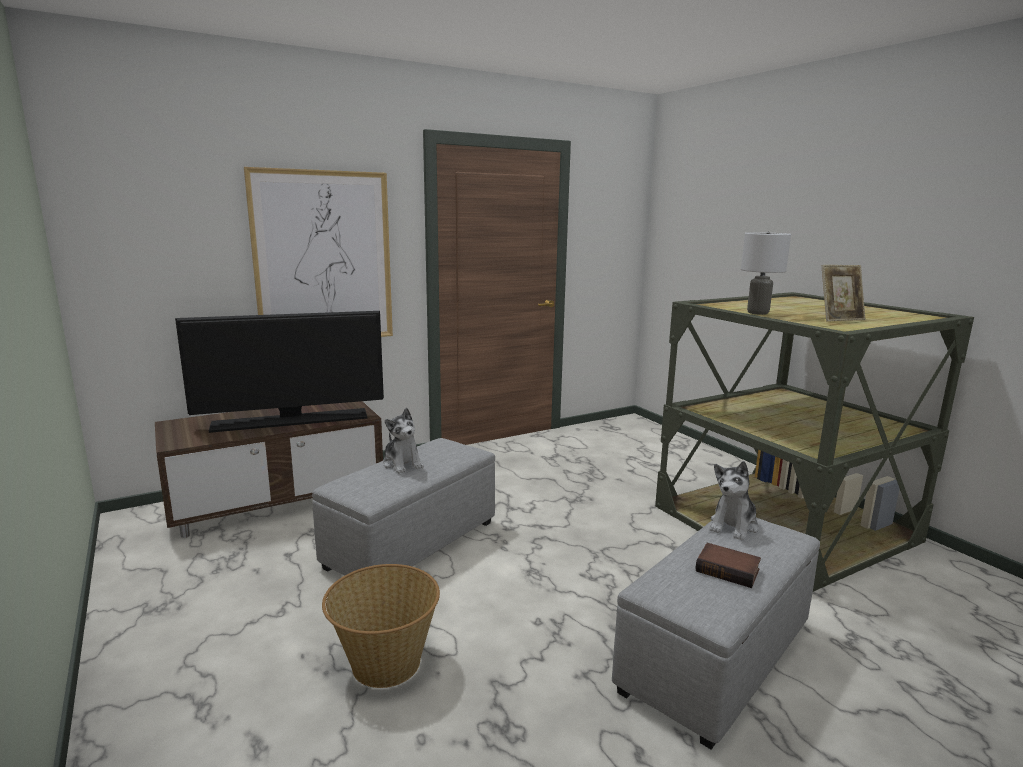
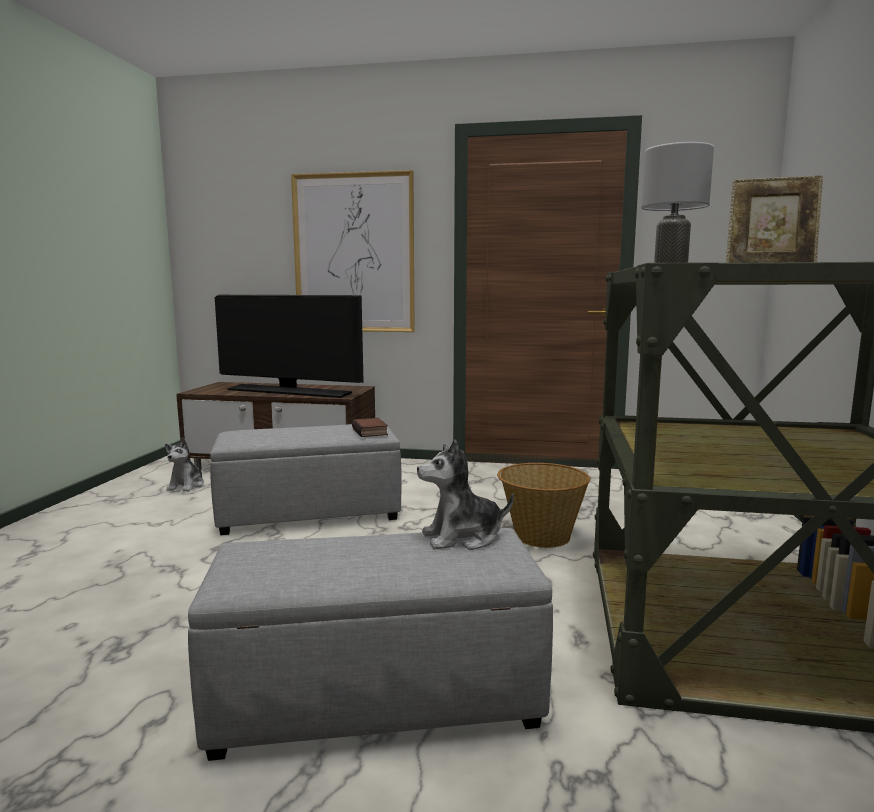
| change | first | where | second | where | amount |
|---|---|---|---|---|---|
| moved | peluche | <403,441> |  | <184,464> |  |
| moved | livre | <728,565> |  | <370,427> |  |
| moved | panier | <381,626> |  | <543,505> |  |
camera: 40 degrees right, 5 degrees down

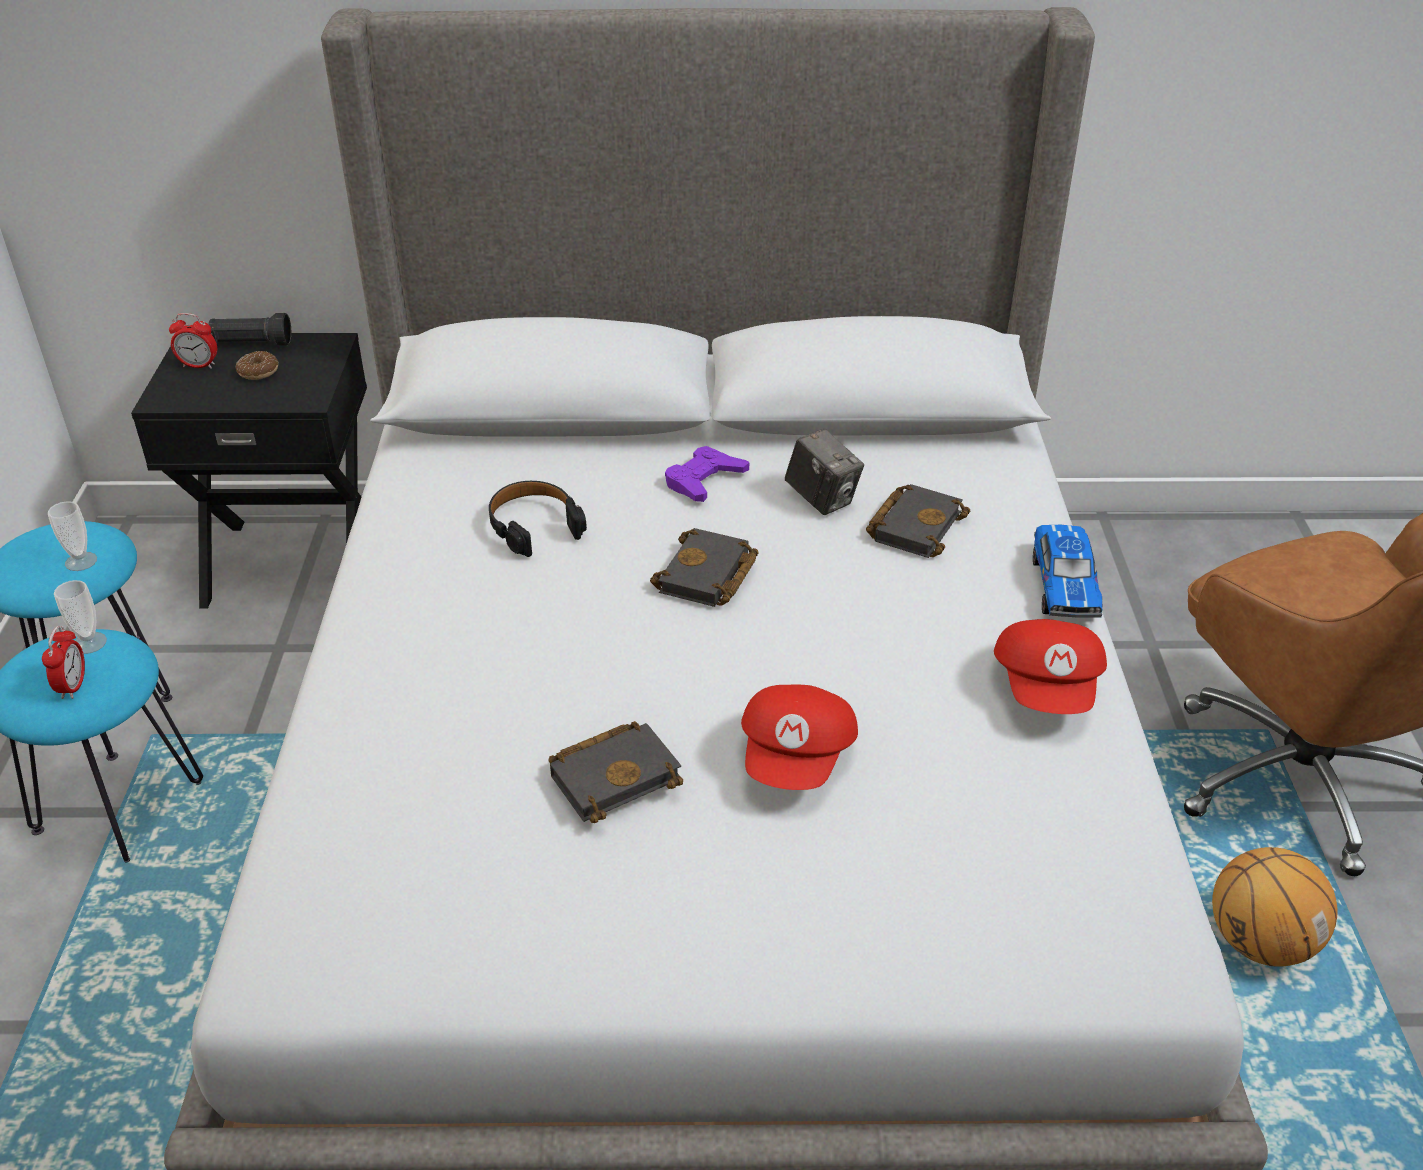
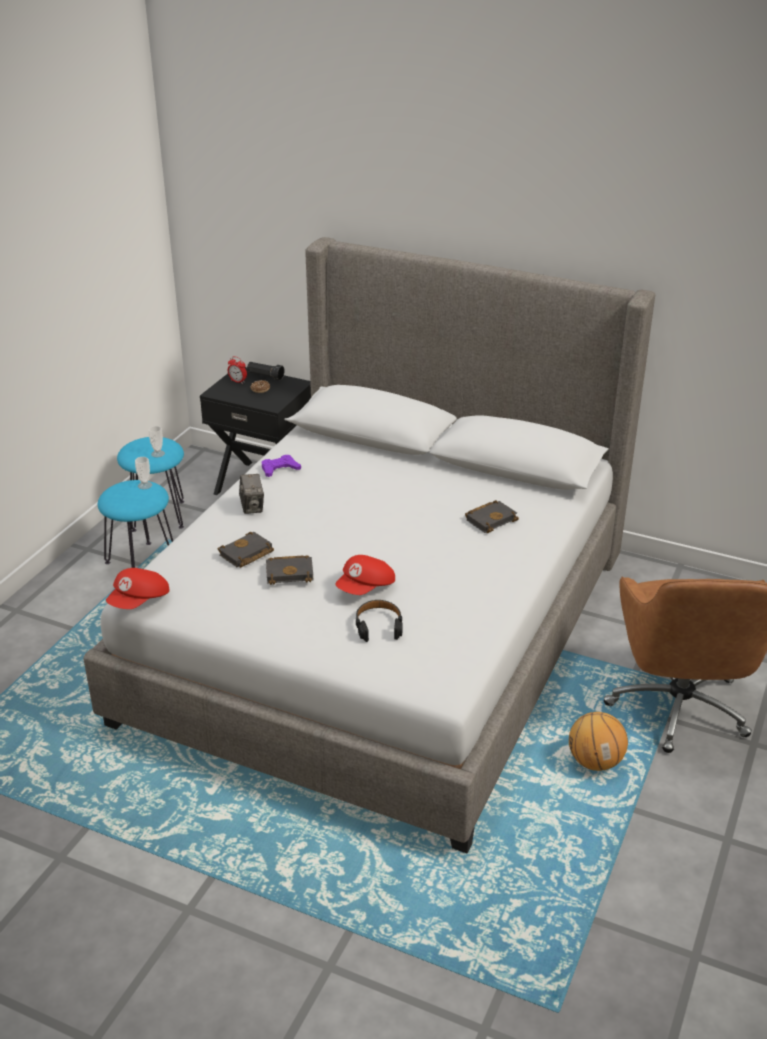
| change | first | where | second | where | amount |
|---|---|---|---|---|---|
| moved | casquette/rouge | <1050,666> |  | <138,588> |  |
| moved | livre/noir | <704,567> |  | <246,550> |  |
| moved | appareil photo | <824,472> |  | <251,494> |  |
| moved | manette/violet | <707,474> |  | <281,466> |  |
| moved | casque audio/noir | <538,519> |  | <379,621> |  |
| removed | réveil | <63,662> |  |  |  |
| removed | petite voiture | <1067,571> |  |  |  |
camera: 25 degrees right, 5 degrees down

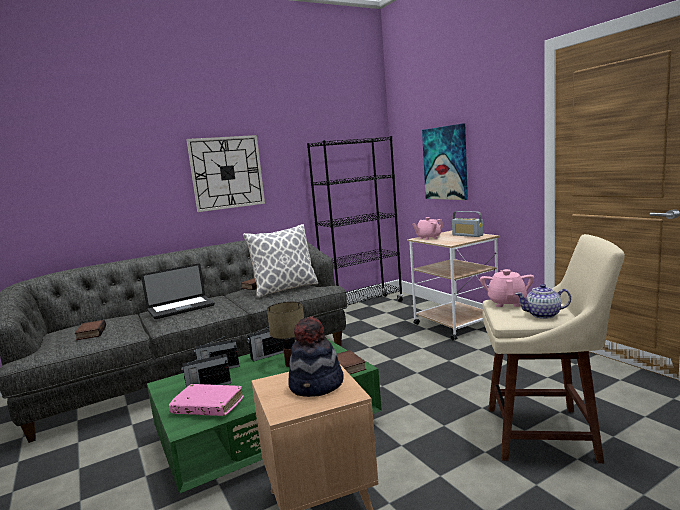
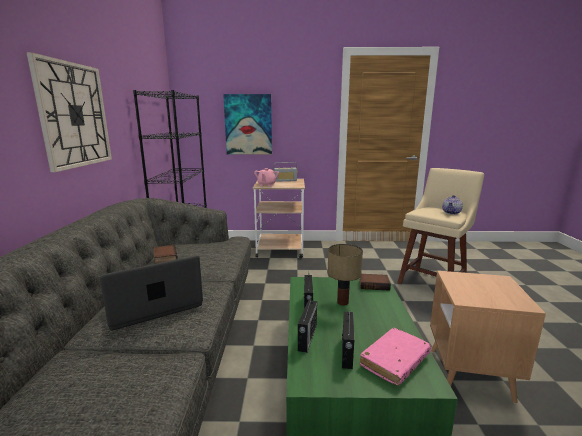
| change | first | where | second | where | amount |
|---|---|---|---|---|---|
| turned | ordinateur portable | <178,291> |  | <151,293> | 120 degrees counterclockwise |
| removed | livre | <90,330> |  |  |  |
| removed | coussin | <280,261> |  |  |  |
| removed | chapeau | <316,356> |  |  |  |
| removed | théière/rose | <507,288> |  |  |  |
camera: 60 degrees left, 5 degrees up

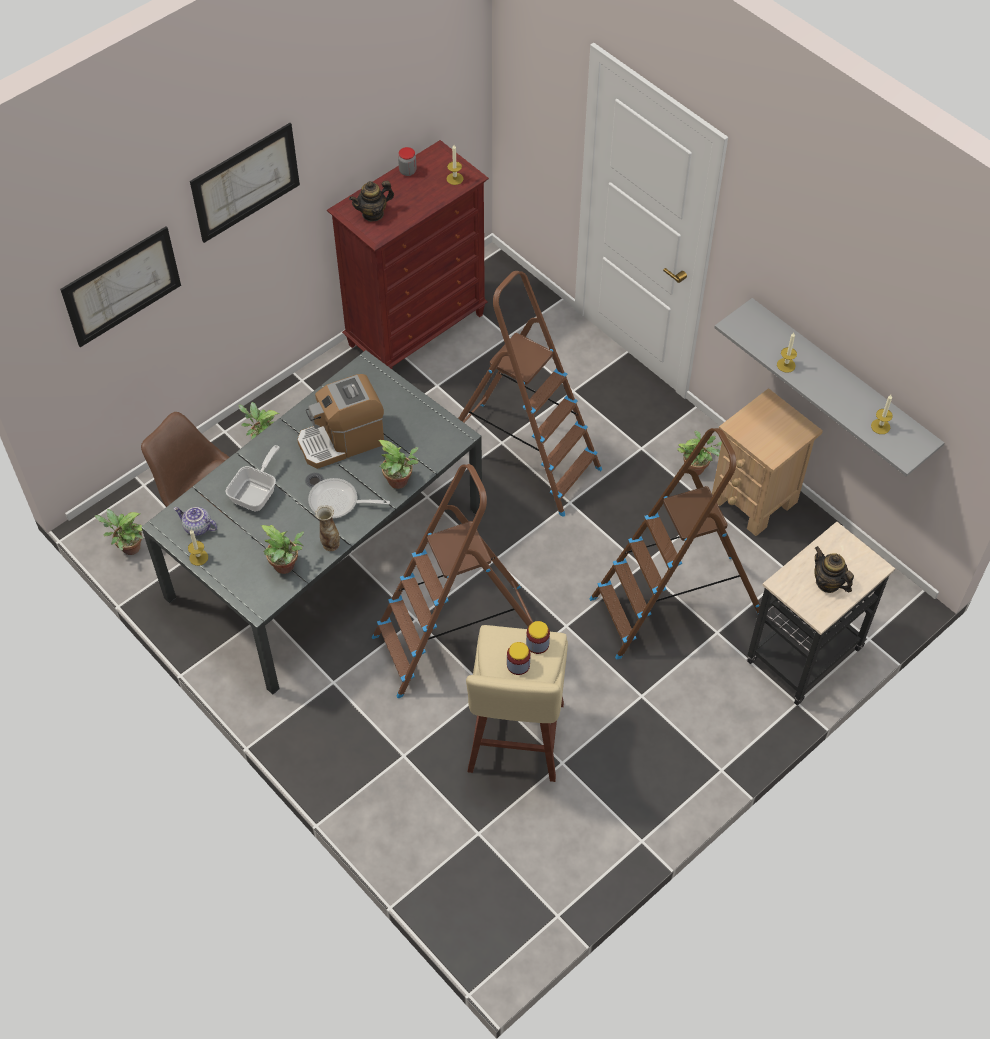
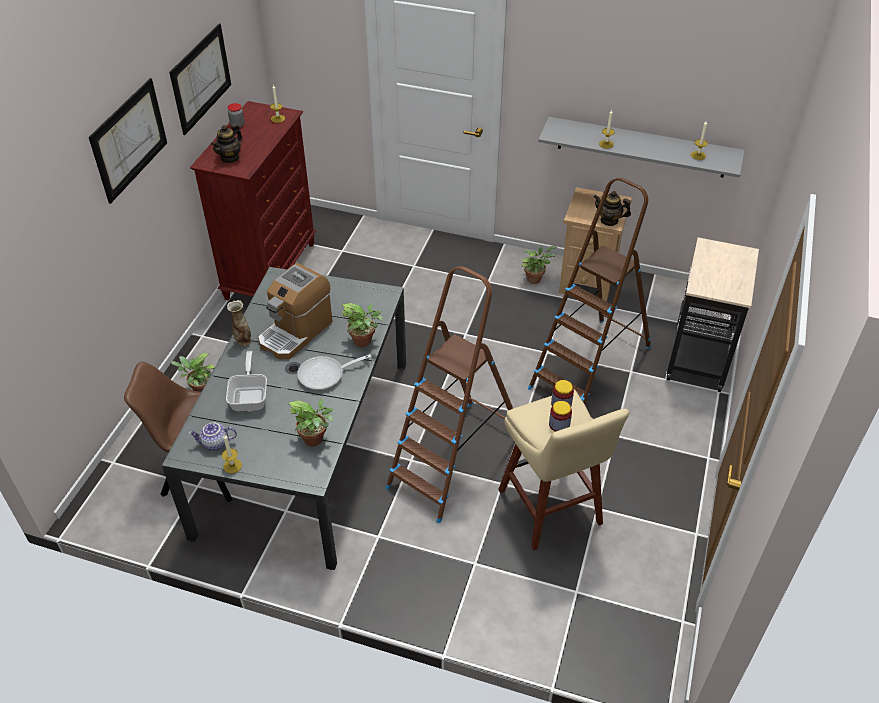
| change | first | where | second | where | amount |
|---|---|---|---|---|---|
| moved | tableau | <120,286> |  | <200,79> |  |
| moved | vase | <327,528> |  | <239,323> |  |
| moved | théière | <834,569> |  | <612,208> |  |
| removed | plante en pot | <119,532> |  |  |  |
| removed | escabeau/marron | <530,394> |  |  |  |
camera: 30 degrees left, 10 degrees down

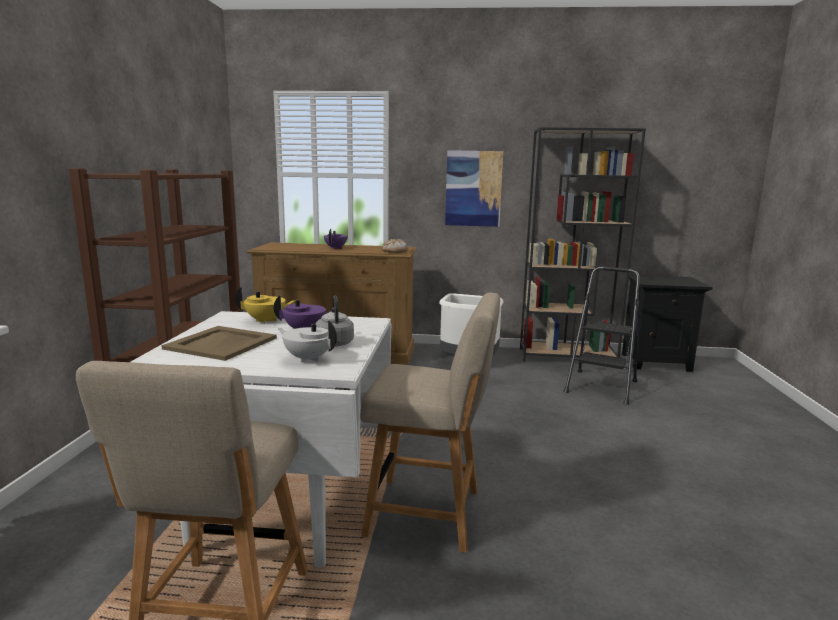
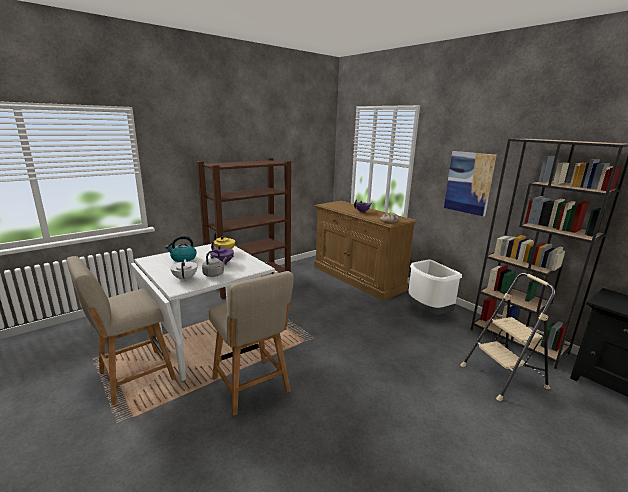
| change | first | where | second | where | amount |
|---|---|---|---|---|---|
| replaced | plateau/beige | <219,343> | bouilloire | <181,249> |  |
| recoloured | escabeau/noir | <601,336> | escabeau/beige | <507,337> |  |
camera: 45 degrees right, 5 degrees up

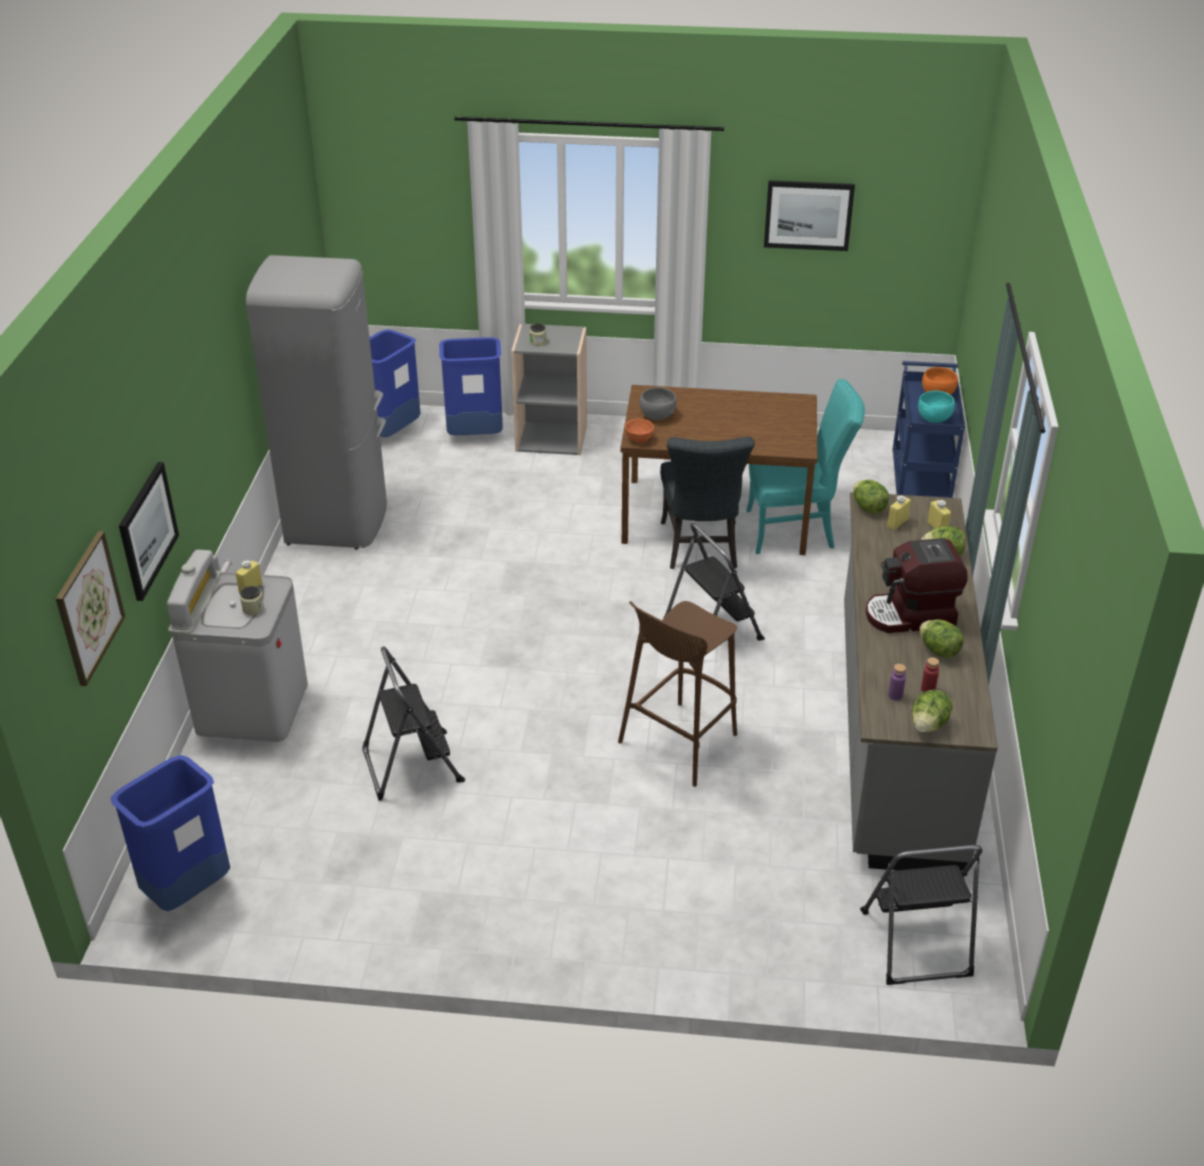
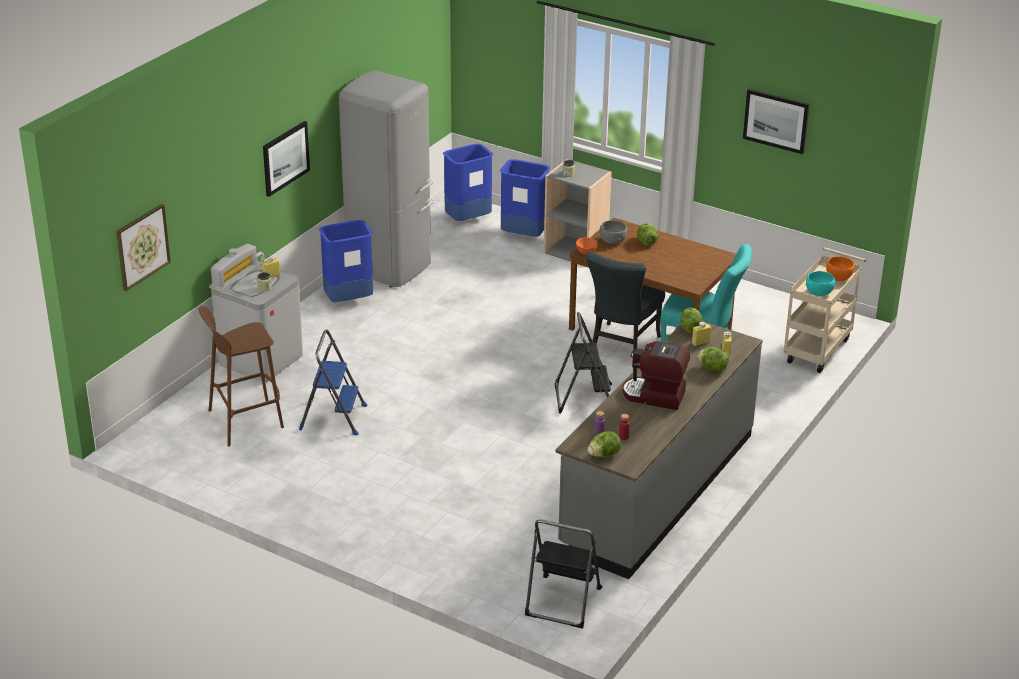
| change | first | where | second | where | amount |
|---|---|---|---|---|---|
| moved | tabouret/marron | <677,694> |  | <241,376> |  |
| moved | tableau | <149,531> |  | <286,159> |  |
| recoloured | escabeau/noir | <413,723> | escabeau/bleu | <333,382> |  |
| moved | poubelle/bleu | <170,833> |  | <346,261> |  |
| moved | laitue | <941,639> |  | <648,234> |  |
| recoloured | chariot/bleu | <928,429> | chariot/beige | <824,310> |  |
camera: 25 degrees right, 5 degrees down

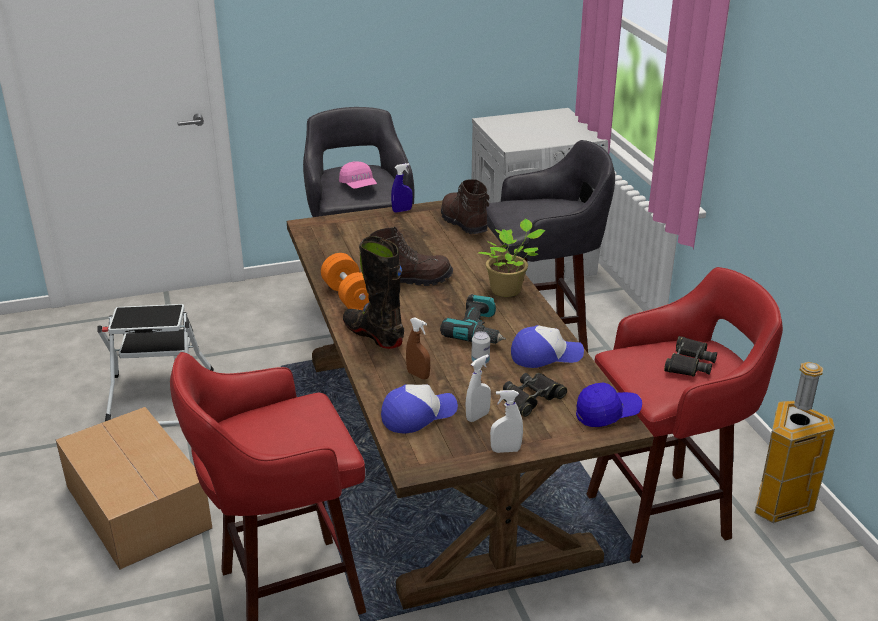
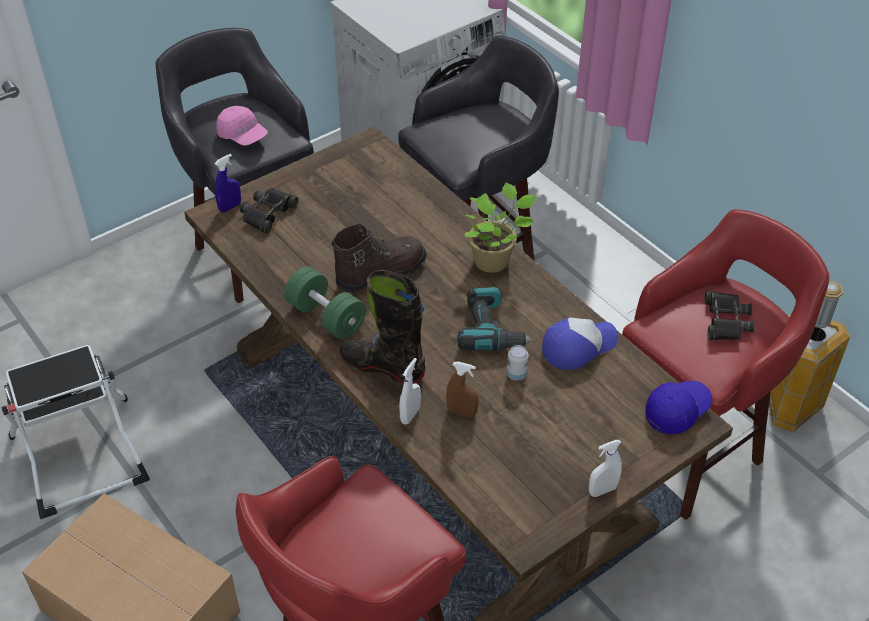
| change | first | where | second | where | amount |
|---|---|---|---|---|---|
| moved | vaporisateur/bleu | <402,188> |  | <227,183> |  |
| moved | jumelles/noir | <535,395> |  | <269,211> |  |
| recoloured | haltère/orange | <345,281> | haltère/vert | <325,302> |  |
| moved | vaporisateur/blanc | <478,388> |  | <410,391> |  |
| removed | casquette | <419,409> |  |  |  |
| removed | botte/marron | <465,206> |  |  |  |
camera: 20 degrees left, 15 degrees up

